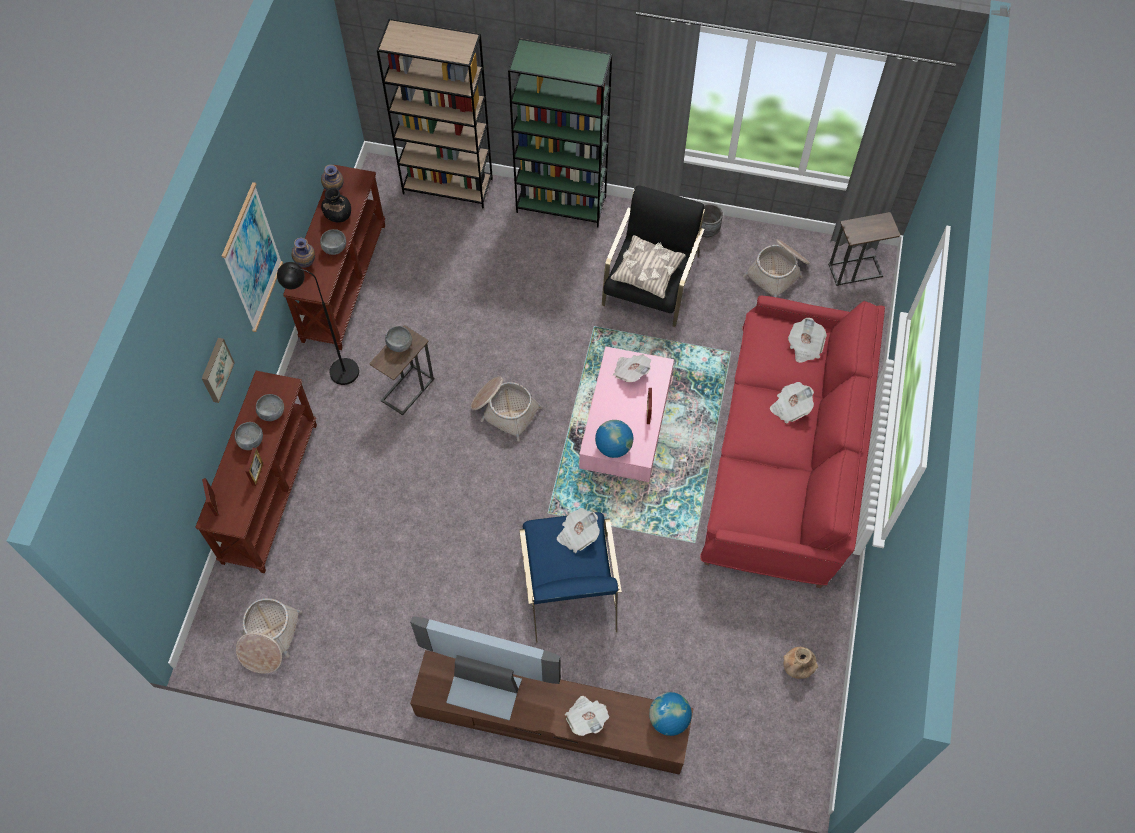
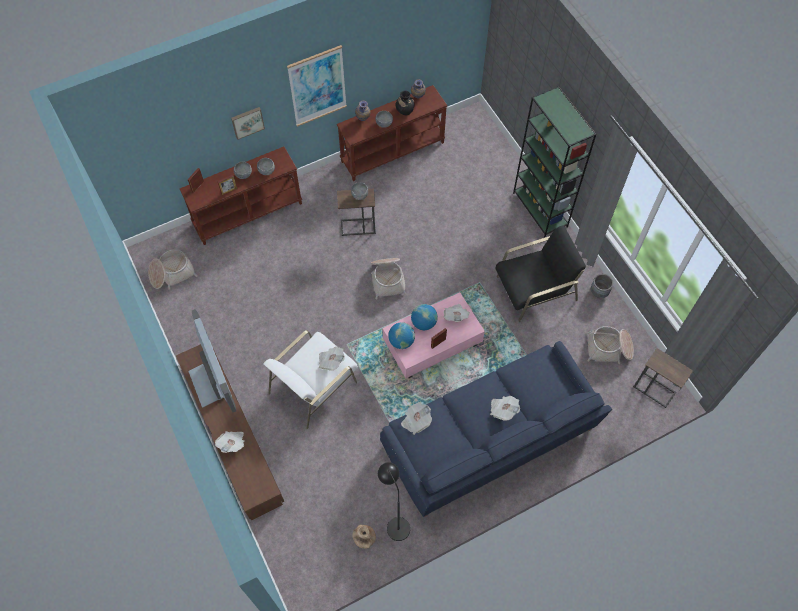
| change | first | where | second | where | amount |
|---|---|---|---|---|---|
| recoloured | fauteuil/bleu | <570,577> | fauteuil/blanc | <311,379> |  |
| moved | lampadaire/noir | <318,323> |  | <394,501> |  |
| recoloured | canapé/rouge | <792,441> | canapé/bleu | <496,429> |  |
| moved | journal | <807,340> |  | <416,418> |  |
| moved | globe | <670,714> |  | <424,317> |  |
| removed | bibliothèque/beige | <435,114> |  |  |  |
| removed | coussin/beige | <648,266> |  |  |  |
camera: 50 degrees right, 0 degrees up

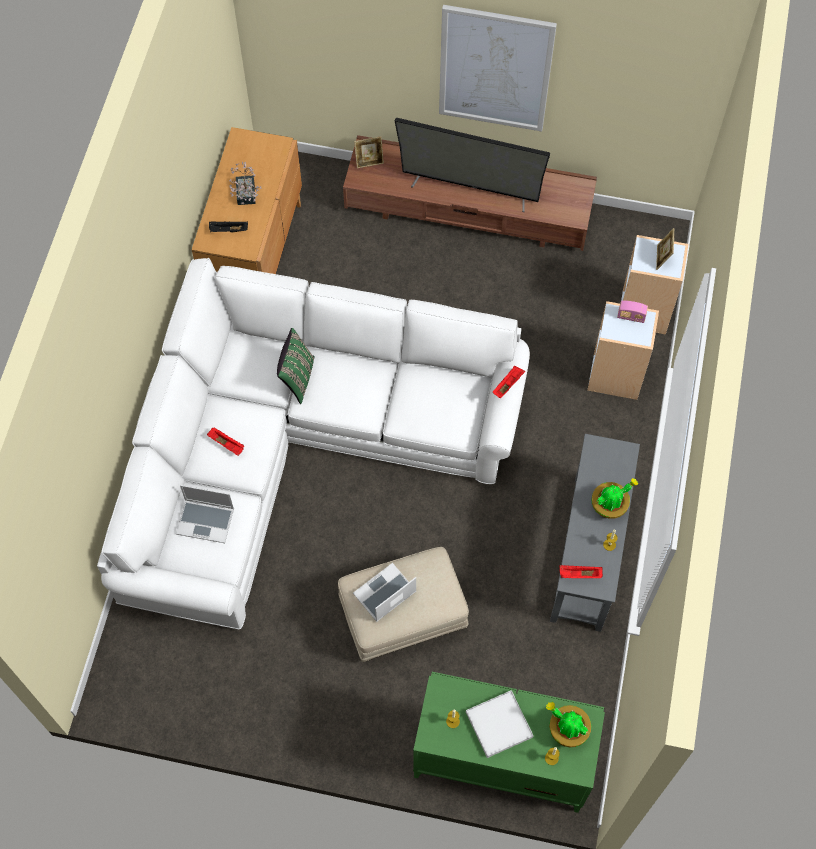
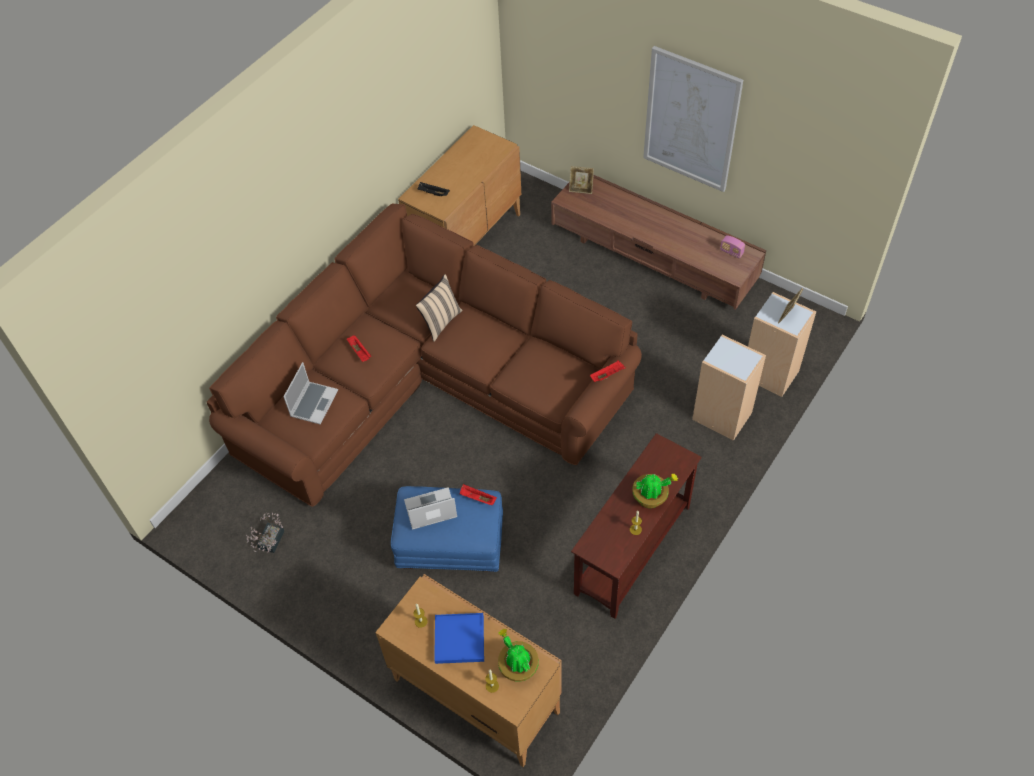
| change | first | where | second | where | amount |
|---|---|---|---|---|---|
| recoloured | canapé/blanc | <313,443> | canapé/marron | <424,355> |  |
| moved | plante en pot | <245,183> |  | <265,533> |  |
| turned | ordinateur portable | <205,514> |  | <310,393> | 105 degrees counterclockwise |
| recoloured | meuble de rangement/vert | <509,742> | meuble de rangement/marron | <468,670> |  |
| recoloured | pouf/beige | <403,604> | pouf/bleu | <447,529> |  |
| recoloured | coussin/vert | <296,366> | coussin/beige | <439,308> |  |
| recoloured | plateau/blanc | <500,724> | plateau/bleu | <459,638> |  |
| moved | plateau/rouge | <581,571> |  | <478,494> |  |
| recoloured | table console/gris | <595,533> | table console/marron | <636,526> |  |
| moved | radio | <632,312> |  | <732,247> |  |
| removed | téléviseur | <472,165> |  |  |  |
camera: 25 degrees right, 10 degrees down

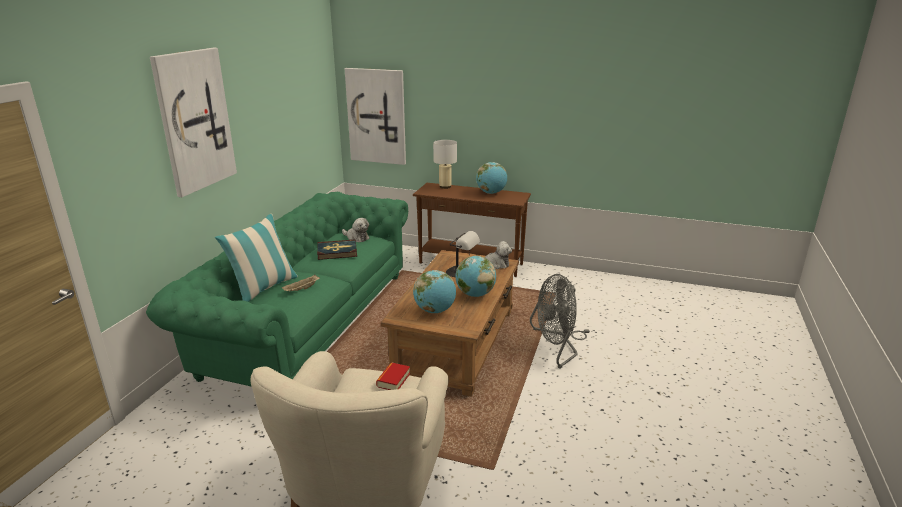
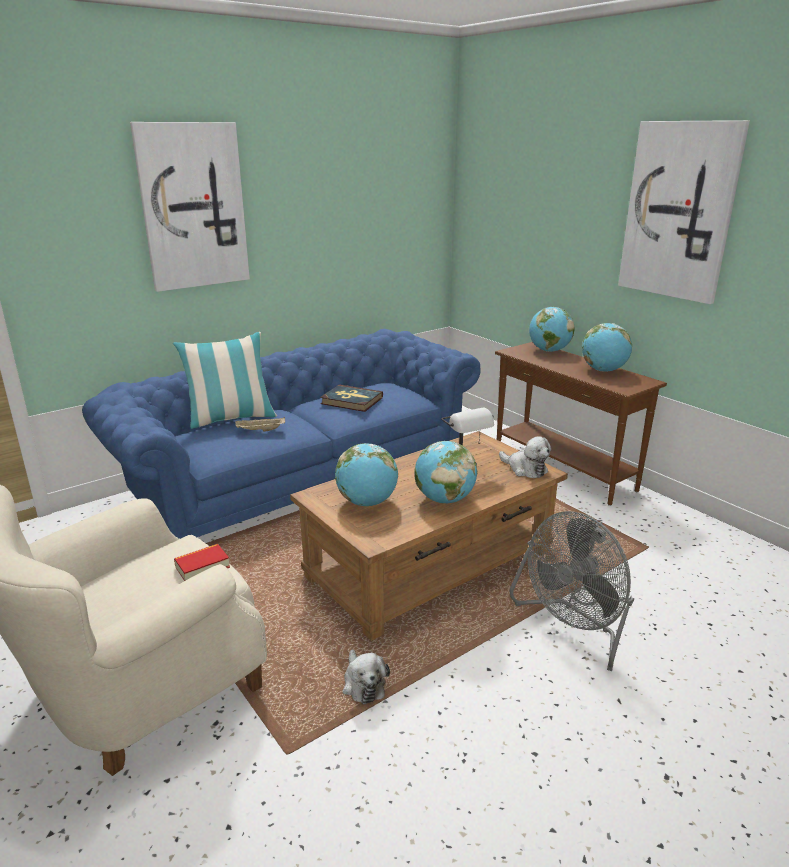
| change | first | where | second | where | amount |
|---|---|---|---|---|---|
| recoloured | canapé/vert | <277,289> | canapé/bleu | <281,434> |  |
| moved | peluche | <356,230> |  | <366,677> |  |
| turned | ventilateur/gris | <560,321> |  | <572,591> | 60 degrees counterclockwise |
| replaced | lampe de table/blanc | <445,164> | globe | <551,329> |  |
| moved | tableau | <375,116> |  | <684,212> |  |
camera: 35 degrees right, 0 degrees up

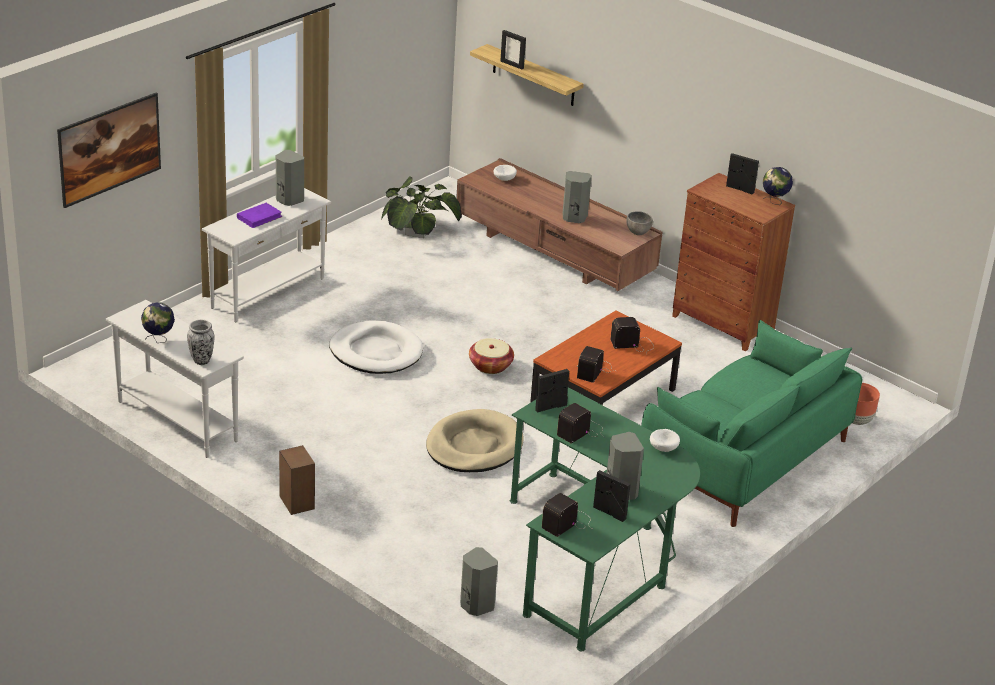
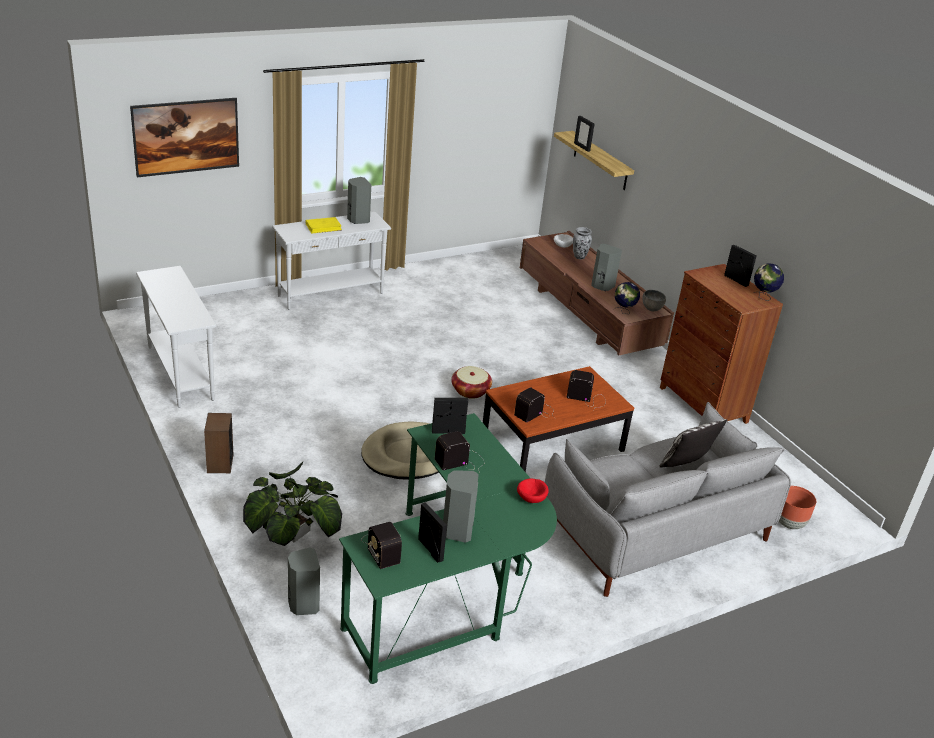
| change | first | where | second | where | amount |
|---|---|---|---|---|---|
| moved | plante en pot | <421,207> |  | <292,504> |  |
| recoloured | livre/violet | <260,215> | livre/jaune | <324,225> |  |
| turned | radio | <567,515> |  | <381,545> | 90 degrees counterclockwise |
| recoloured | bol/blanc | <665,440> | bol/rouge | <533,490> |  |
| recoloured | canapé/vert | <751,423> | canapé/gris | <668,499> |  |
| moved | vase | <201,342> |  | <582,243> |  |
| moved | globe | <158,322> |  | <627,298> |  |
| added |  |  | coussin | <693,443> |  |
| removed | panier pour chien/blanc | <376,347> |  |  |  |
camera: 20 degrees right, 0 degrees up

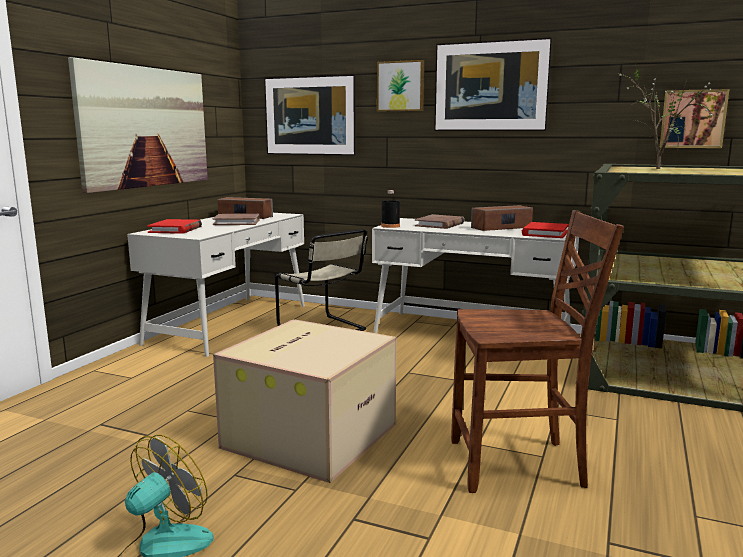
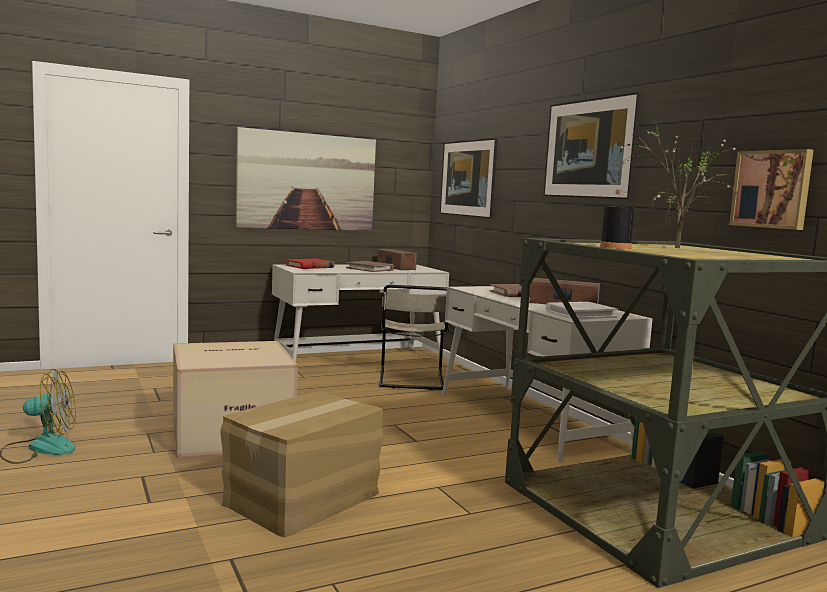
| change | first | where | second | where | amount |
|---|---|---|---|---|---|
| replaced | chaise/marron | <537,351> | carton | <301,464> |  |
| recoloured | livre/rouge | <545,230> | livre/blanc | <582,310> |  |
| moved | bouteille/noir | <390,209> |  | <617,219> |  |
| removed | tableau | <400,85> |  |  |  |
camera: 40 degrees right, 5 degrees down

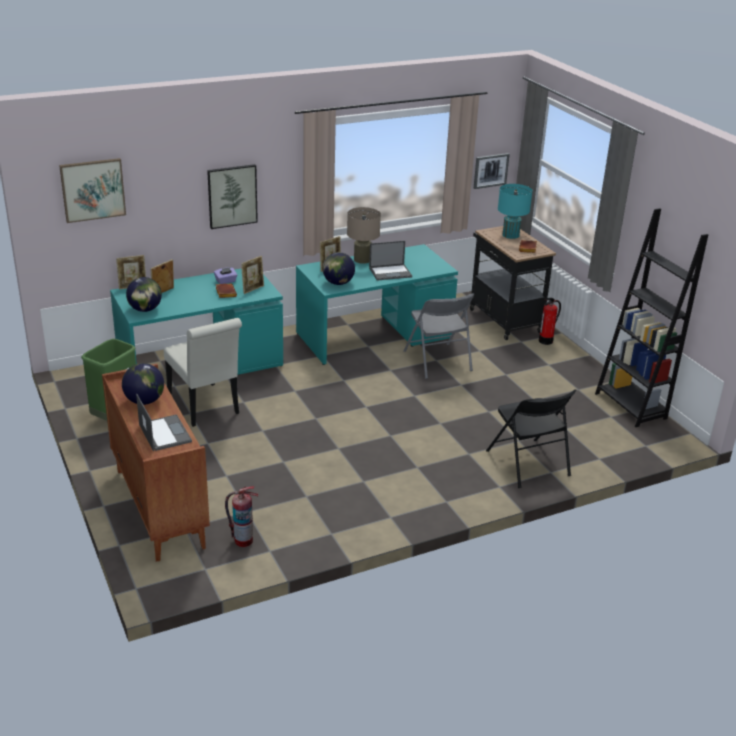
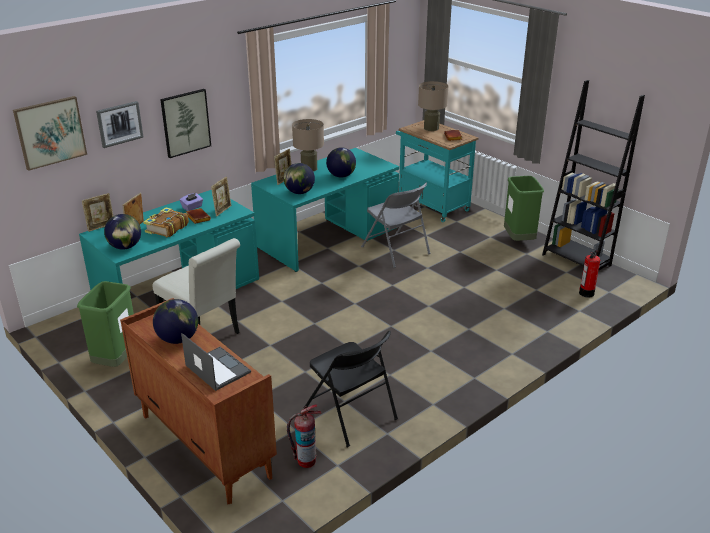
| change | first | where | second | where | amount |
|---|---|---|---|---|---|
| moved | tableau | <492,171> |  | <120,124> |  |
| added |  |  | livre | <166,222> |  |
| moved | chaise/noir | <531,438> |  | <351,389> |  |
| replaced | ordinateur portable | <390,261> | globe | <341,162> |  |
| recoloured | chariot/noir | <513,283> | chariot/turquoise | <437,171> |  |
| recoloured | lampe de table/turquoise | <515,211> | lampe de table/beige | <433,106> |  |
| added |  |  | poubelle/vert | <524,208> |  |
| moved | extincteur | <550,321> |  | <589,273> |  |
camera: 15 degrees left, 0 degrees up

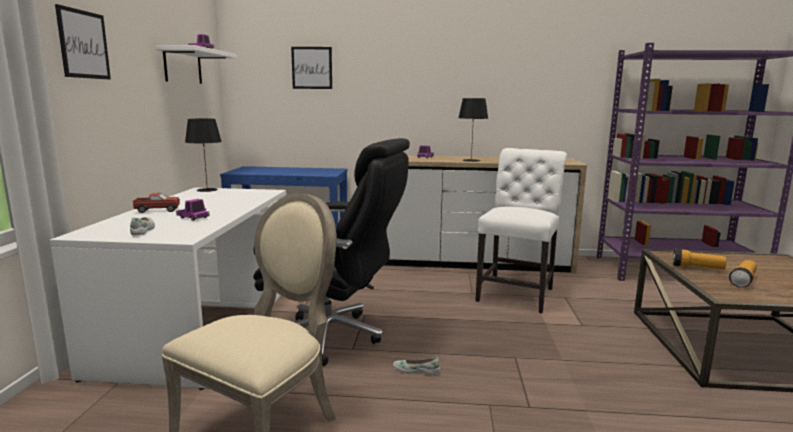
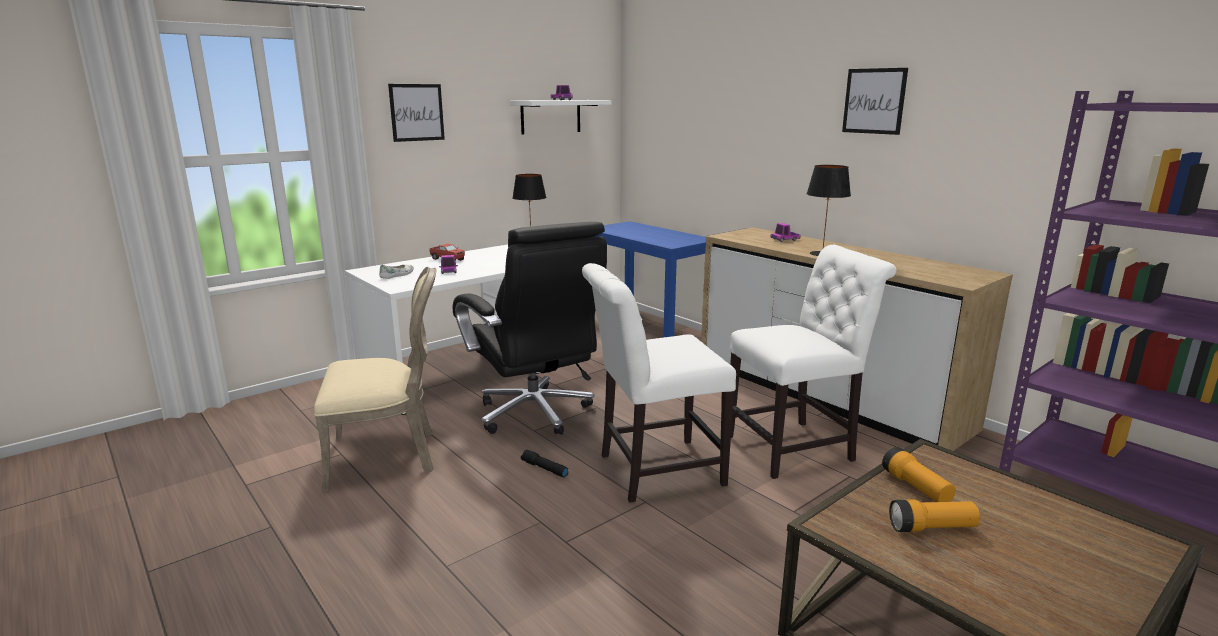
| change | first | where | second | where | amount |
|---|---|---|---|---|---|
| replaced | chaussure/blanc | <416,366> | lampe de poche/noir | <544,463> |  |
| added |  |  | chaise/blanc | <659,383> |  |
| moved | tableau | <311,68> |  | <875,101> |  |
camera: 45 degrees right, 5 degrees up

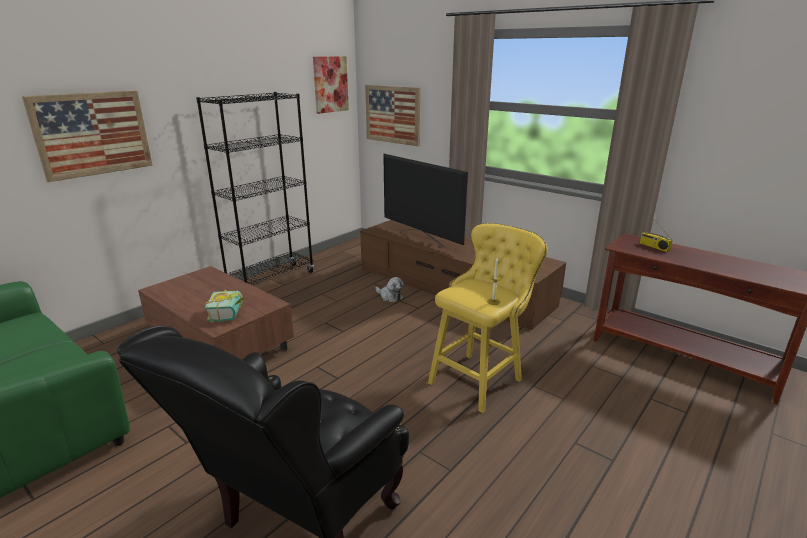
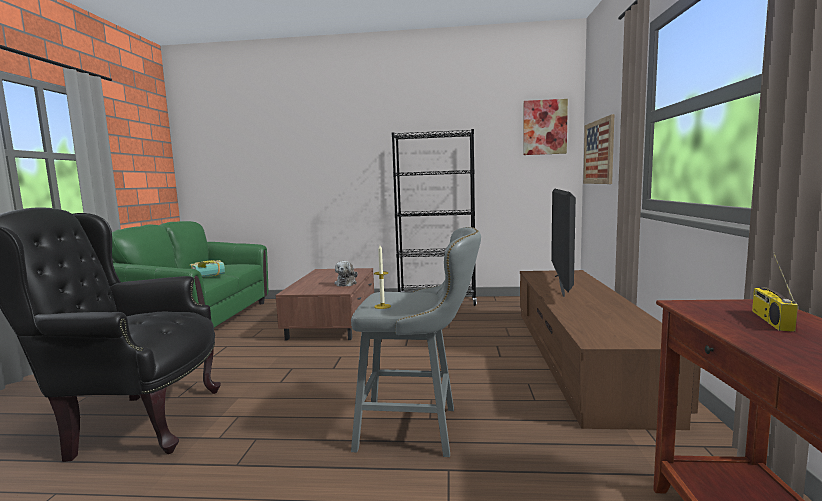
| change | first | where | second | where | amount |
|---|---|---|---|---|---|
| moved | livre | <225,306> |  | <207,268> |  |
| moved | peluche | <389,289> |  | <346,274> |  |
| recoloured | tabouret/jaune | <488,318> | tabouret/gris | <416,342> |  |
| removed | tableau | <87,136> |  |  |  |
camera: 55 degrees right, 15 degrees down

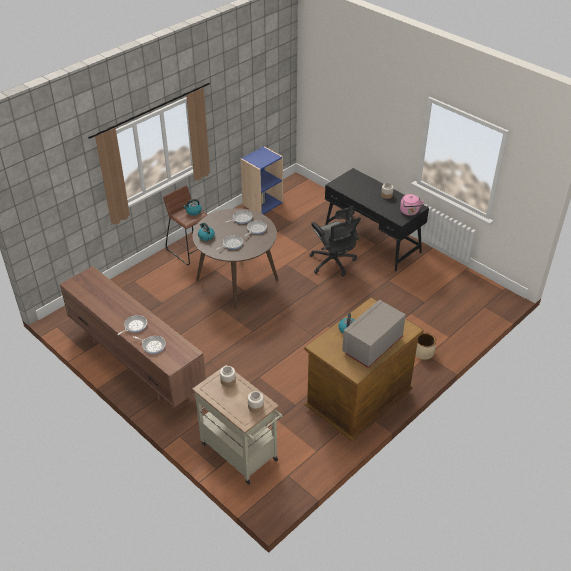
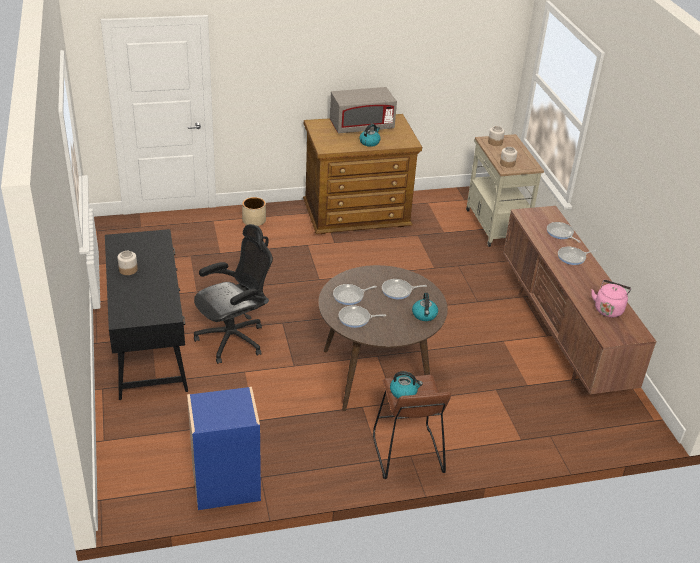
| change | first | where | second | where | amount |
|---|---|---|---|---|---|
| turned | chaise de bureau | <335,241> |  | <233,294> | 45 degrees clockwise |
| moved | bouilloire/rose | <412,205> |  | <611,298> |  |
camera: 150 degrees left, 5 degrees down

